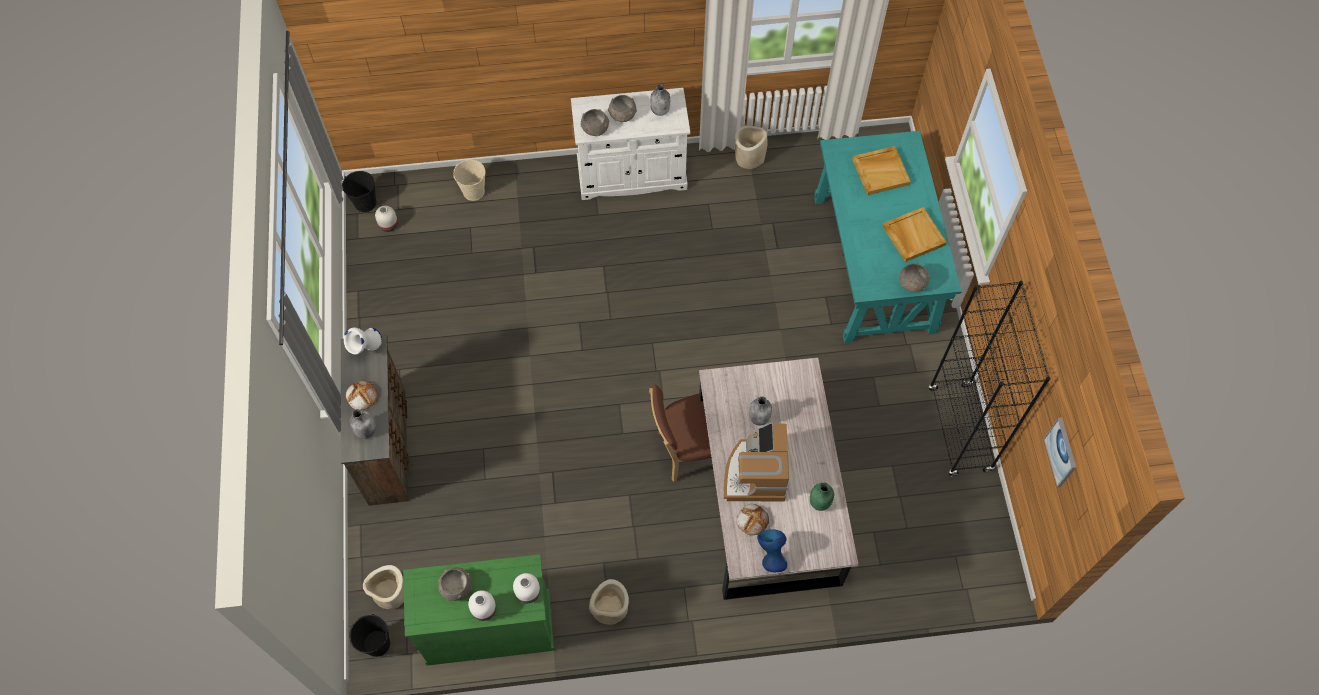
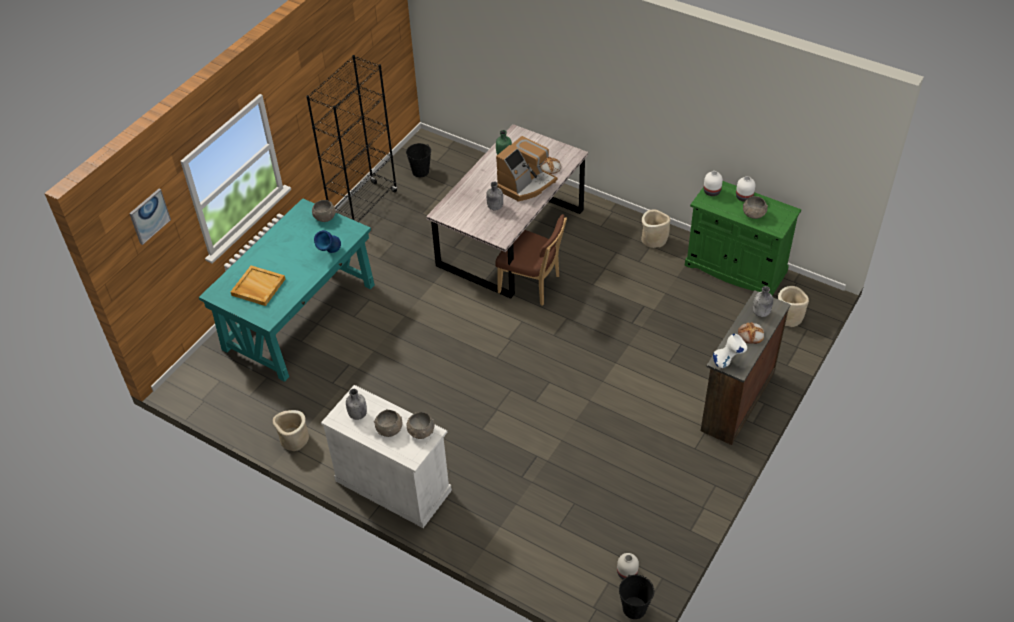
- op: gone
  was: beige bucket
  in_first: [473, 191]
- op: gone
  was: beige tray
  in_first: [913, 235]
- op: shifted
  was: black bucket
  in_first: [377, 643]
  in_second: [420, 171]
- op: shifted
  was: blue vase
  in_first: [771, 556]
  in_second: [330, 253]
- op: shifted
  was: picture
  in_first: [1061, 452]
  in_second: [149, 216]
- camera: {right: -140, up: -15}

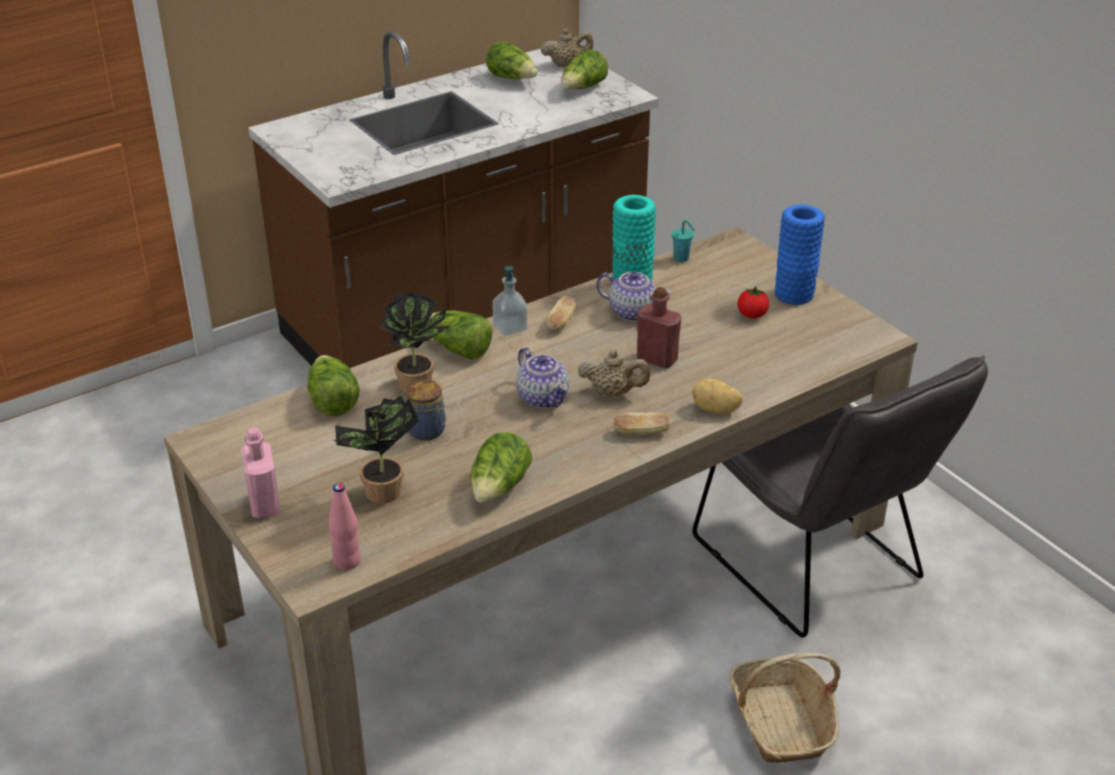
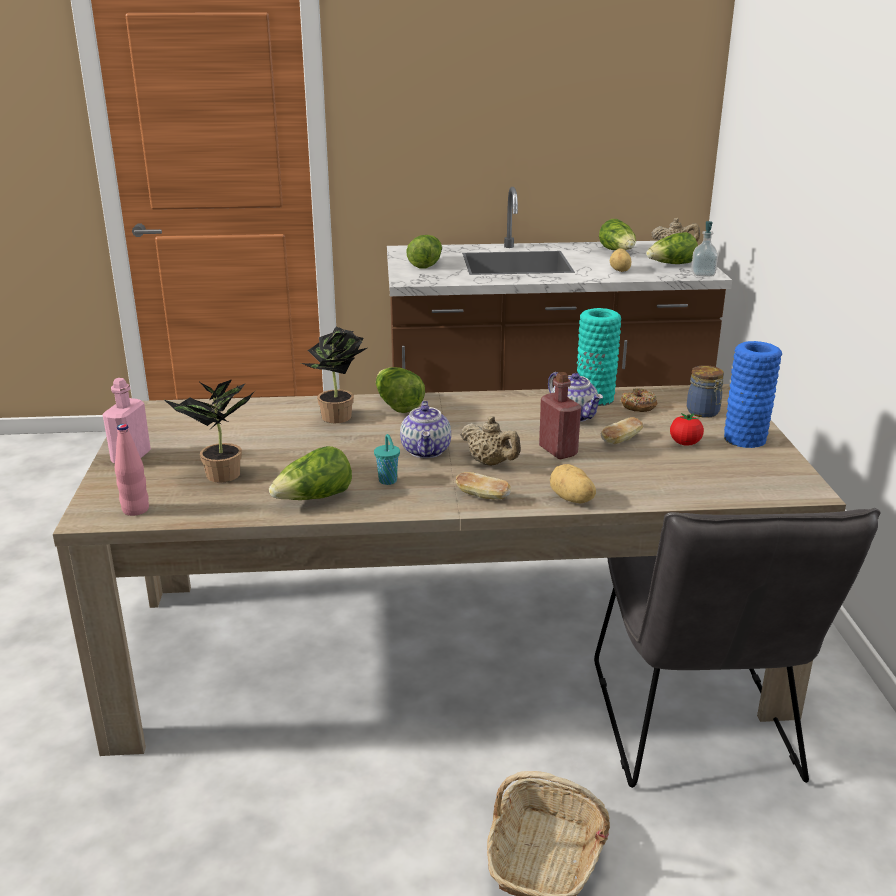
- op: new
  now: potato
  in_second: [620, 270]
- op: new
  now: donut
  in_second: [638, 406]
- op: shifted
  was: lettuce
  in_first: [332, 401]
  in_second: [425, 264]
- op: shifted
  was: jar
  in_first: [428, 431]
  in_second: [704, 412]
- op: shifted
  was: soap dispenser
  in_first: [510, 328]
  in_second: [703, 274]
- op: shifted
  was: bread
  in_first: [561, 322]
  in_second: [621, 440]
- op: shifted
  was: turquoise cup
  in_first: [682, 259]
  in_second: [388, 481]
- camera: {right: 30, up: -10}

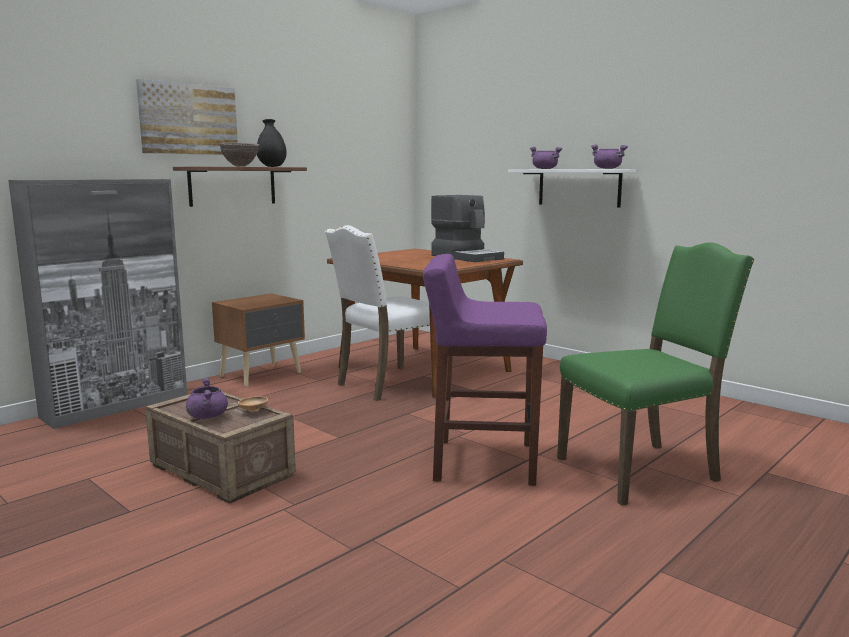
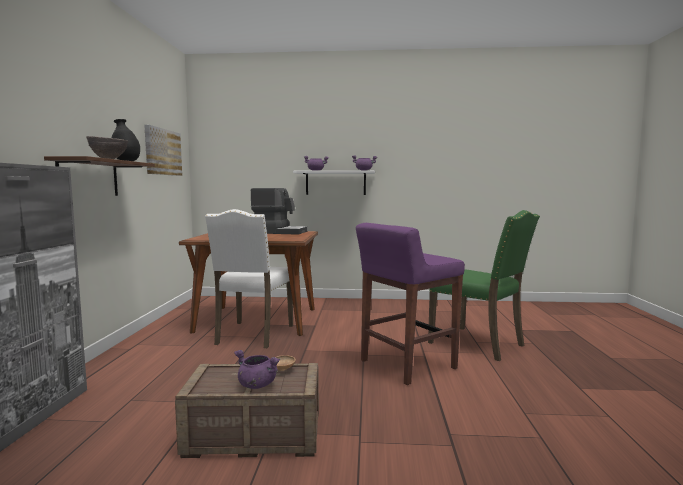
- op: gone
  was: brown nightstand
  in_first: [262, 375]
- op: shifted
  was: picture
  in_first: [188, 119]
  in_second: [162, 152]
- op: rotated
  was: green chair
  in_first: [641, 470]
  in_second: [479, 344]
  clockwise: 105
- camera: {right: -40, up: -5}

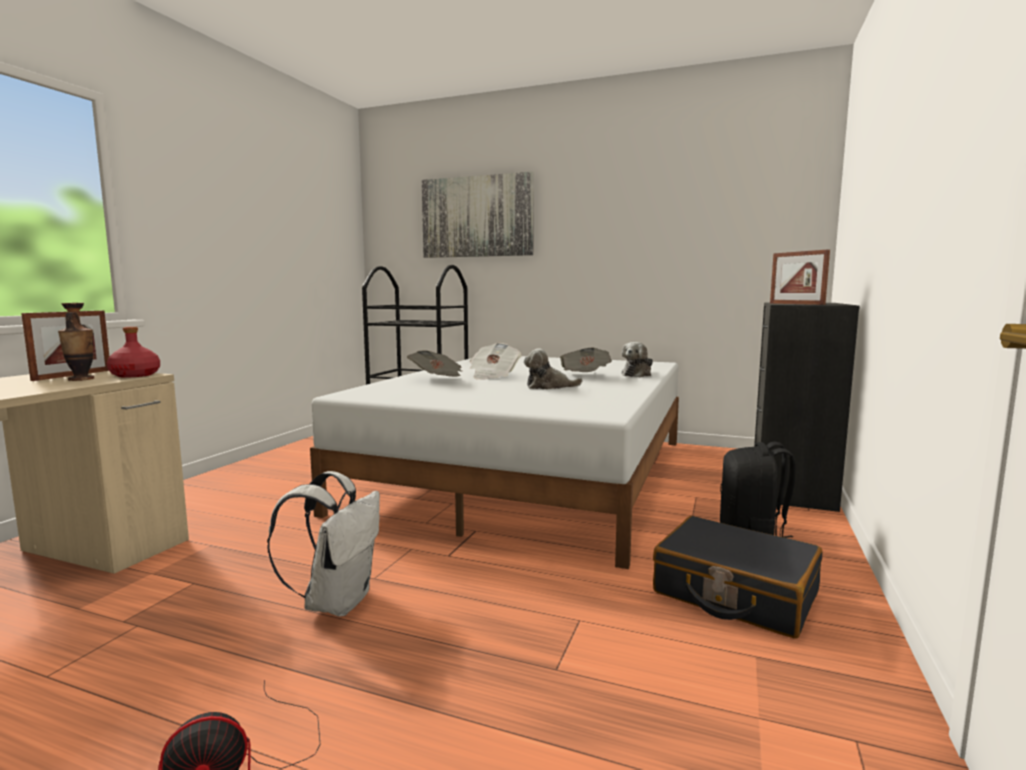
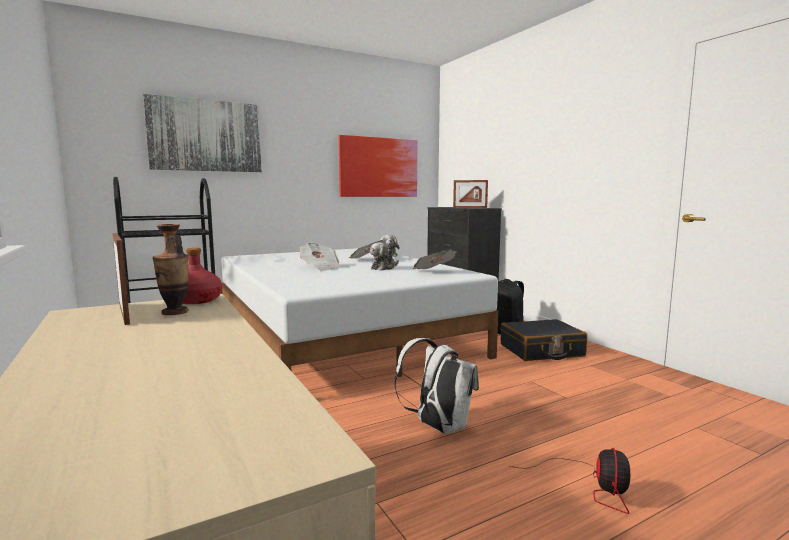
- op: new
  now: picture
  in_second: [378, 167]
- op: shifted
  was: newspaper
  in_first: [437, 380]
  in_second: [434, 272]
- camera: {right: -50, up: 0}

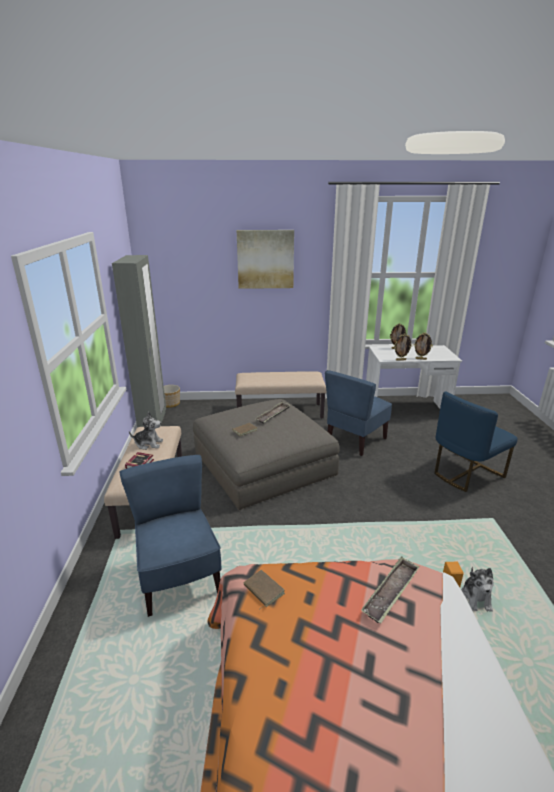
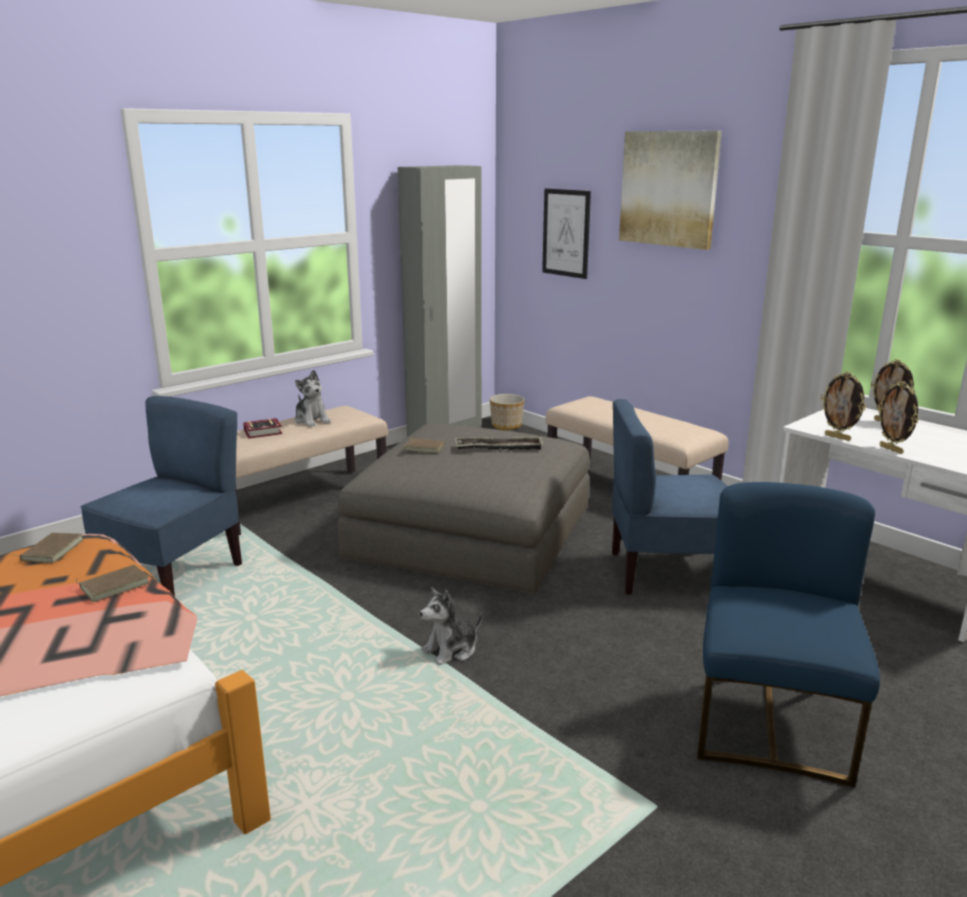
- op: gone
  was: tray
  in_first: [391, 592]
- op: new
  now: brown book
  in_second: [114, 585]
- op: new
  now: picture
  in_second: [566, 233]
- op: shifted
  was: plush toy
  in_first: [476, 598]
  in_second: [451, 650]
- op: rotated
  was: blue chair
  in_first: [465, 473]
  in_second: [771, 724]
  clockwise: 90
- camera: {right: 50, up: -5}

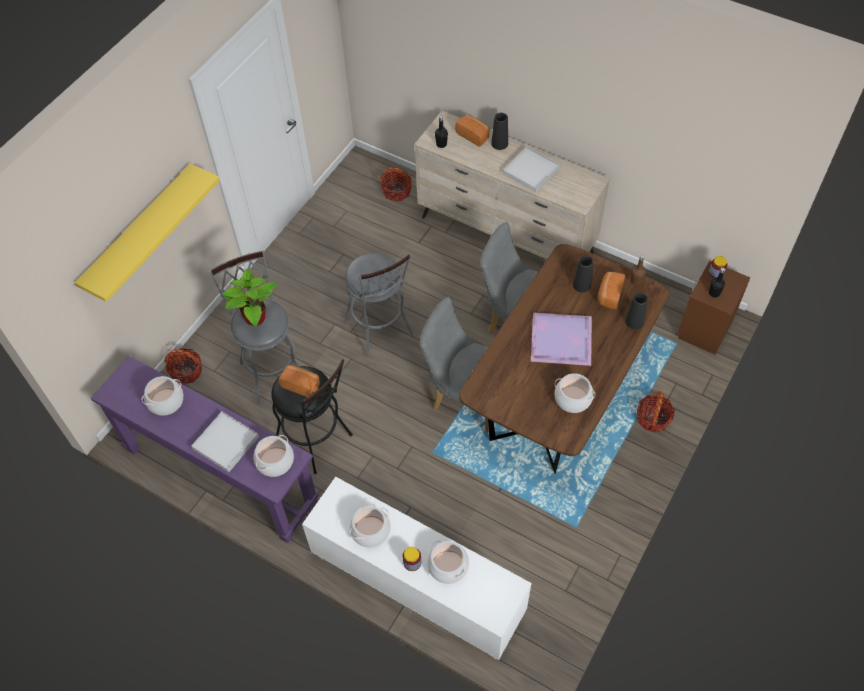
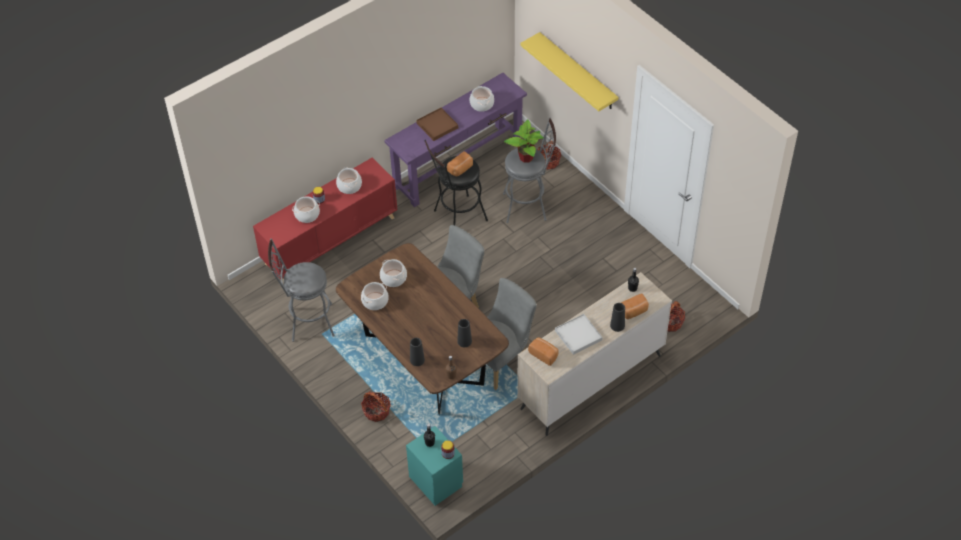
- op: gone
  was: purple tray
  in_first: [560, 341]
- op: shifted
  was: cooking pot
  in_first: [275, 462]
  in_second: [393, 278]
- op: shifted
  was: grey stool
  in_first: [381, 332]
  in_second: [307, 322]
- op: shifted
  was: bread
  in_first: [609, 295]
  in_second: [544, 354]
- op: repainted
  was: white tray
  now: brown tray
  in_first: [226, 443]
  in_second: [437, 125]
- op: repainted
  was: white cabinet
  now: red cabinet
  in_first: [417, 586]
  in_second: [330, 240]
- op: repainted
  was: brown nightstand
  now: turquoise nightstand
  in_first: [705, 328]
  in_second: [436, 481]
- camera: {right: 110, up: -5}

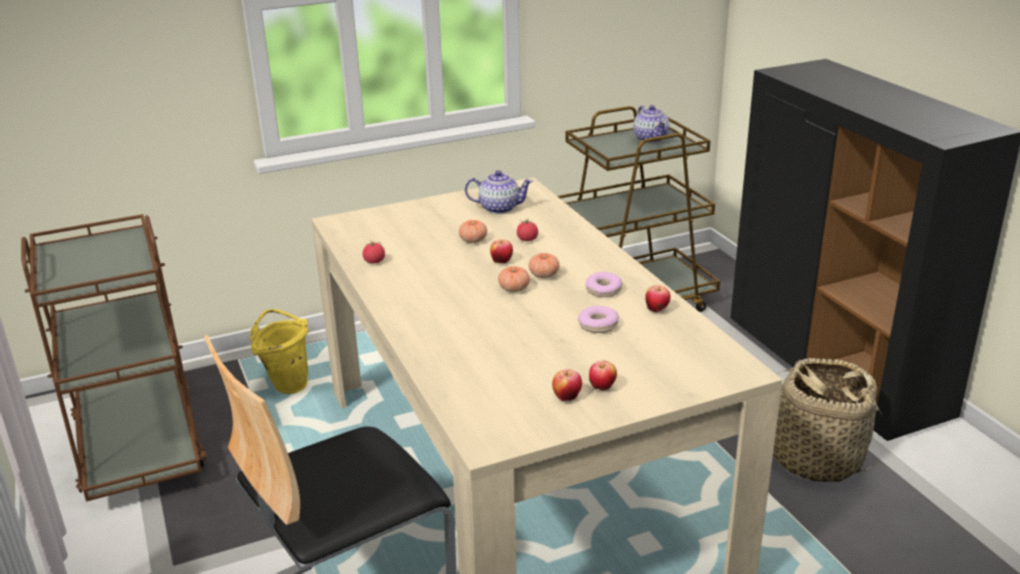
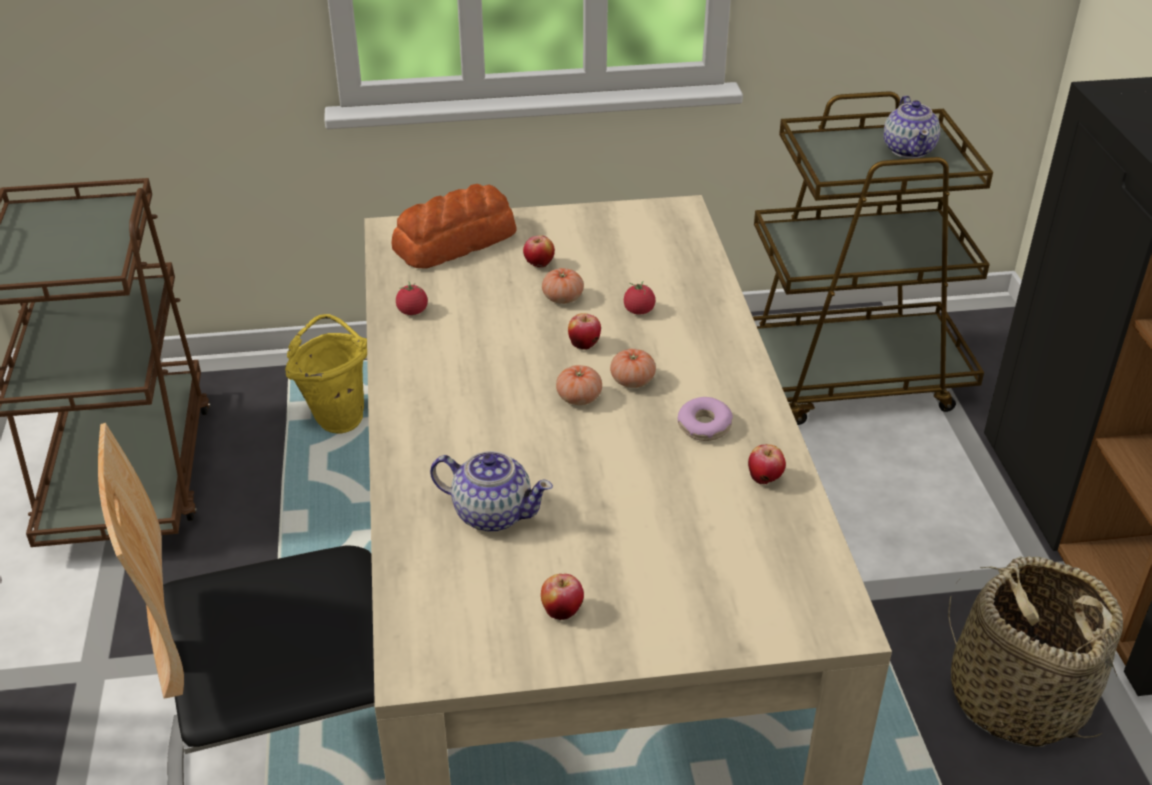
- op: gone
  was: donut
  in_first: [598, 325]
- op: new
  now: bread
  in_second: [456, 241]
- op: shifted
  was: teapot
  in_first: [499, 208]
  in_second: [492, 513]
- op: shifted
  was: apple
  in_first: [602, 388]
  in_second: [539, 265]
- camera: {right: 15, up: 10}

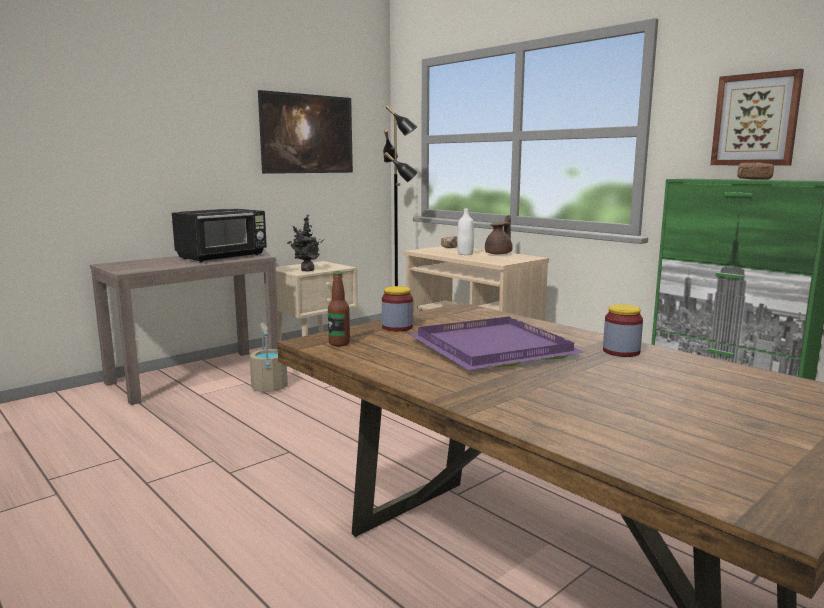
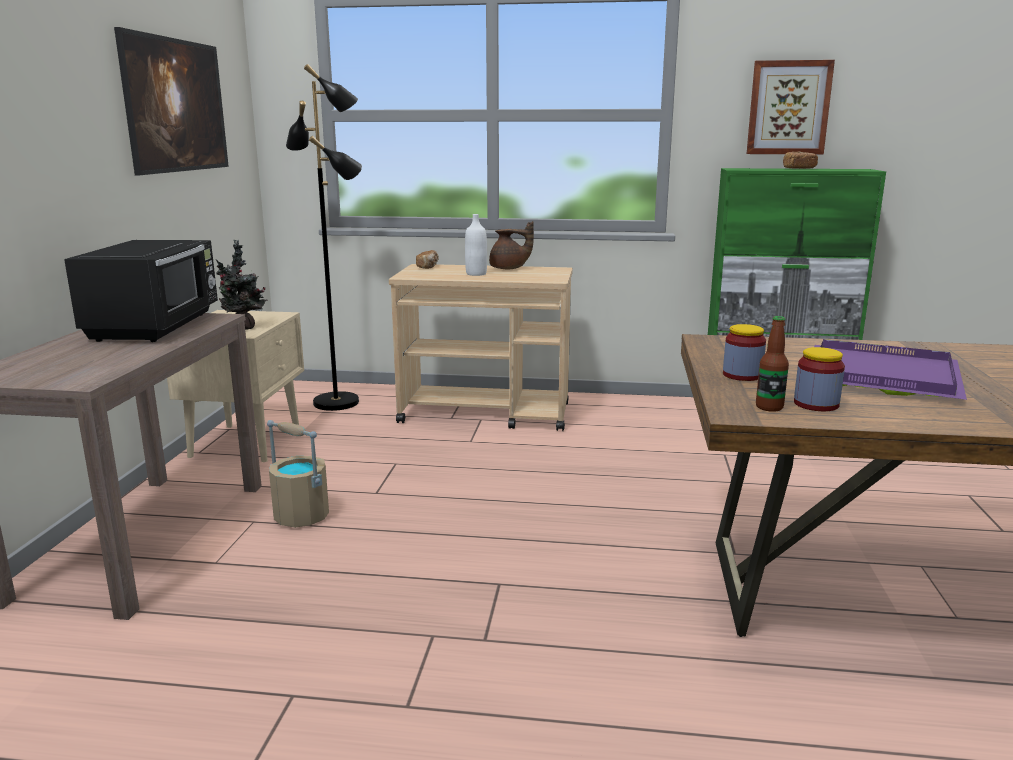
- op: shifted
  was: jar
  in_first: [621, 351]
  in_second: [816, 404]
- op: rotated
  was: brown teapot
  in_first: [499, 253]
  in_second: [509, 268]
  clockwise: 105
- camera: {right: -40, up: 5}

